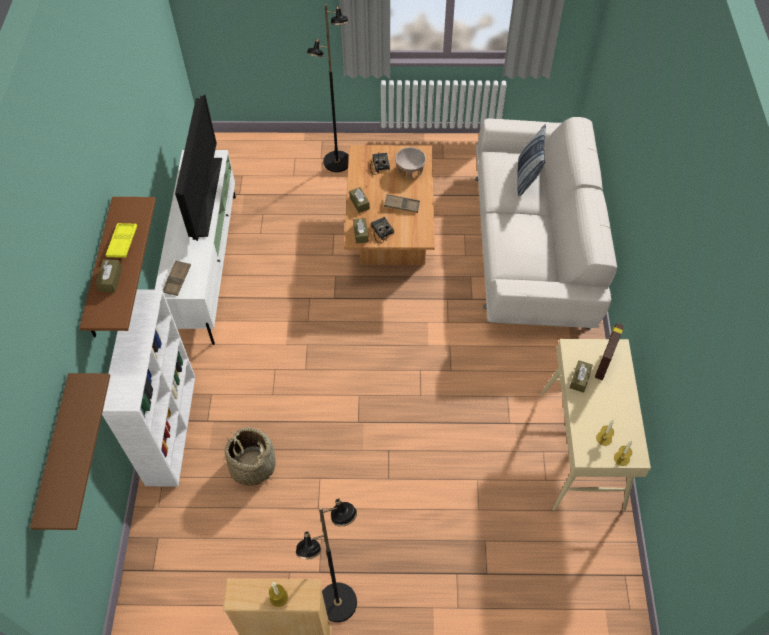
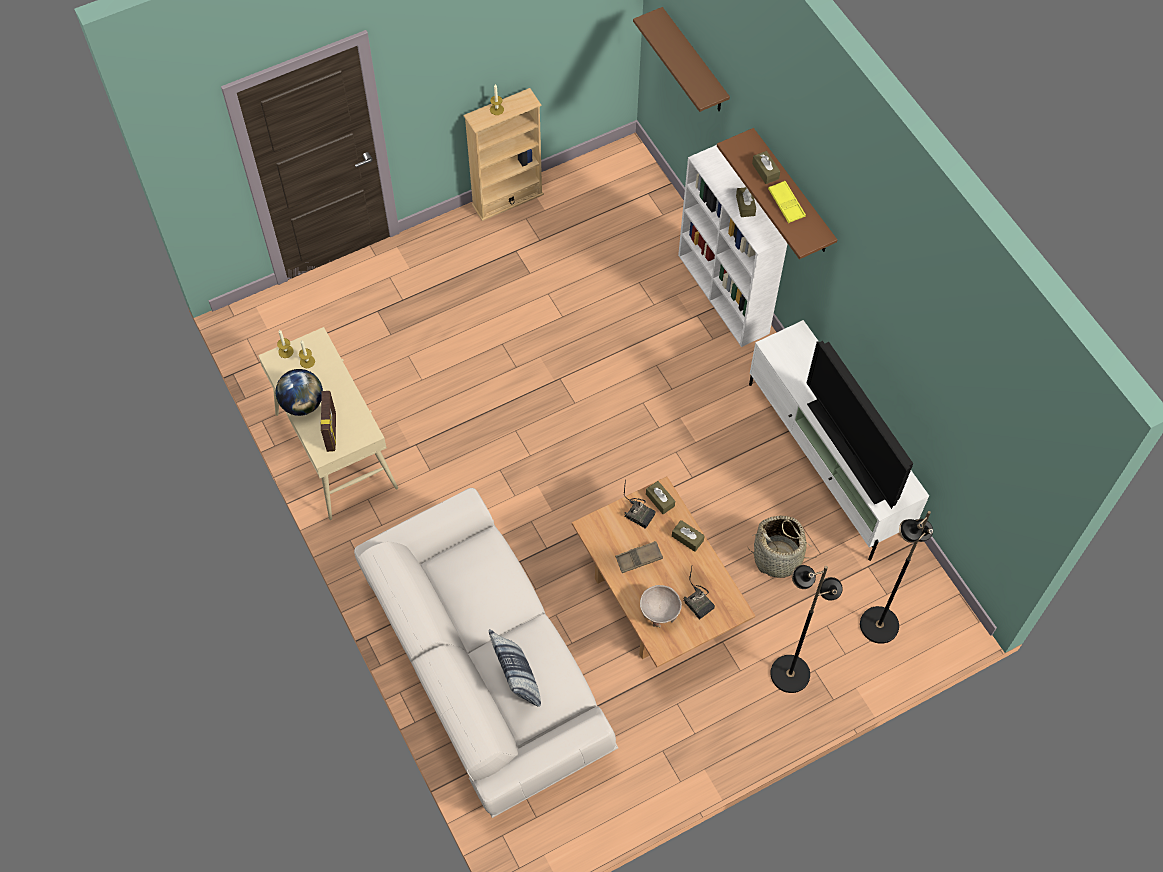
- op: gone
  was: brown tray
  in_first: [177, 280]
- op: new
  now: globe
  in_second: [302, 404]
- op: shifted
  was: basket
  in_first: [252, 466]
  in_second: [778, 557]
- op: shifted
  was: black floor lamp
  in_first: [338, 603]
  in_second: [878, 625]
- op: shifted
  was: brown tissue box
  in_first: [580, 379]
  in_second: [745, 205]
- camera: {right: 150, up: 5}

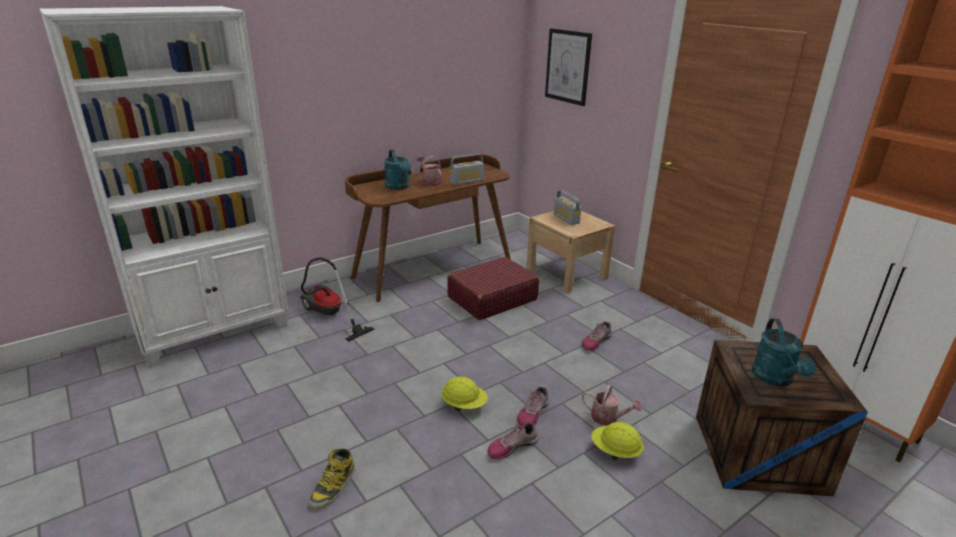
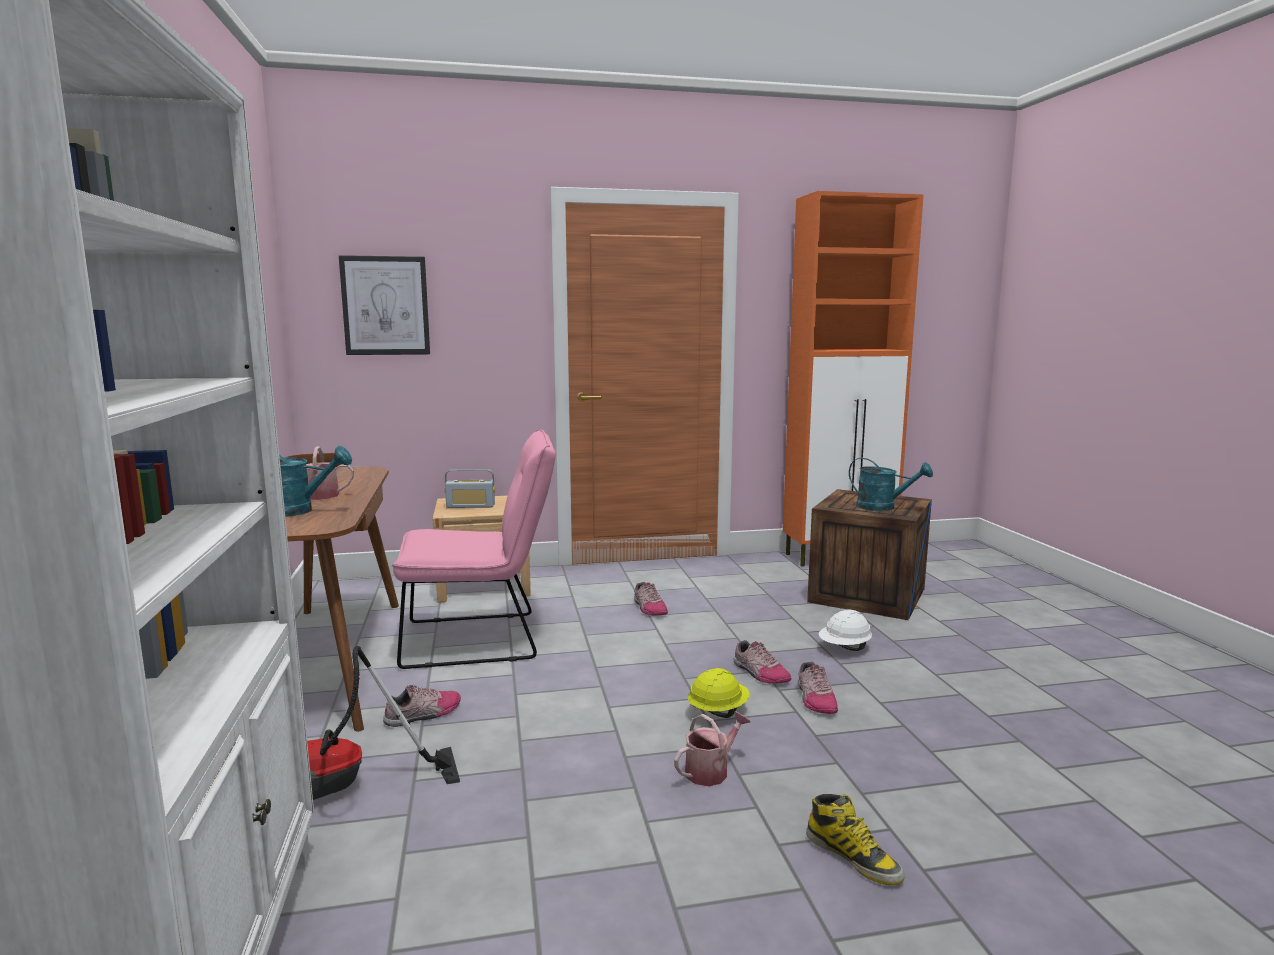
- op: gone
  was: radio
  in_first: [466, 181]
- op: new
  now: shoe
  in_second: [424, 714]
- op: shifted
  was: watering can
  in_first: [608, 418]
  in_second: [711, 770]
- op: swapped
  was: red suitcase
  now: pink chair
  in_first: [492, 298]
  in_second: [482, 639]
- op: repainted
  was: yellow hard hat
  now: white hard hat
  in_first: [615, 452]
  in_second: [844, 648]
- camera: {right: -65, up: -15}

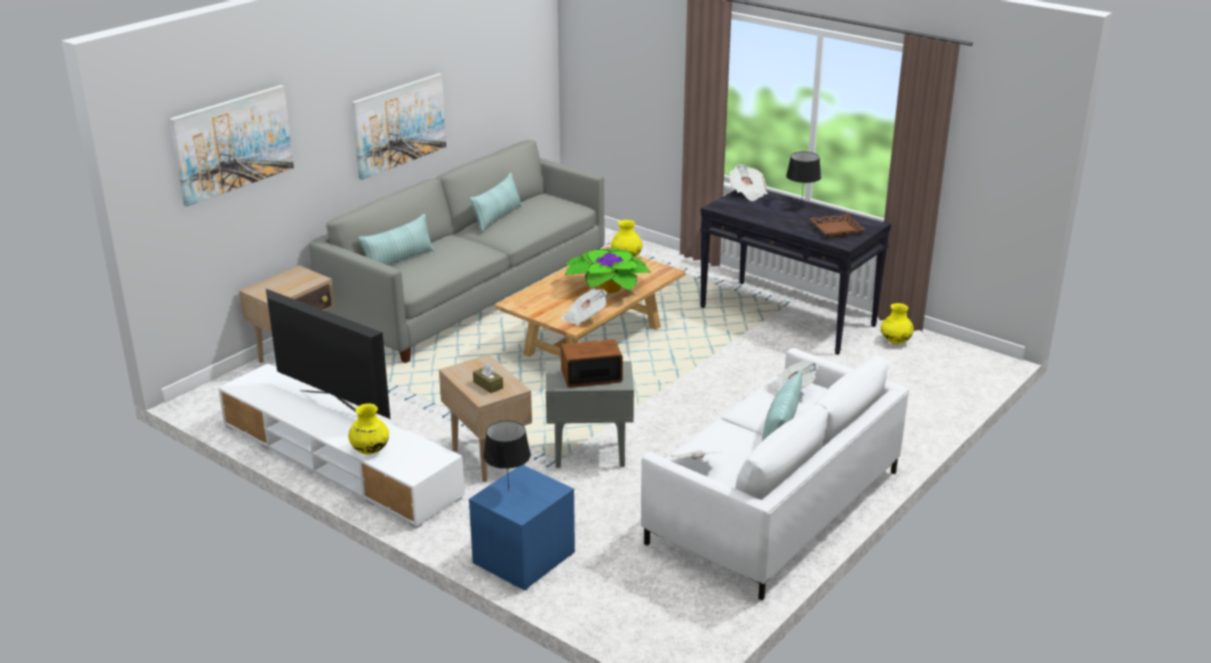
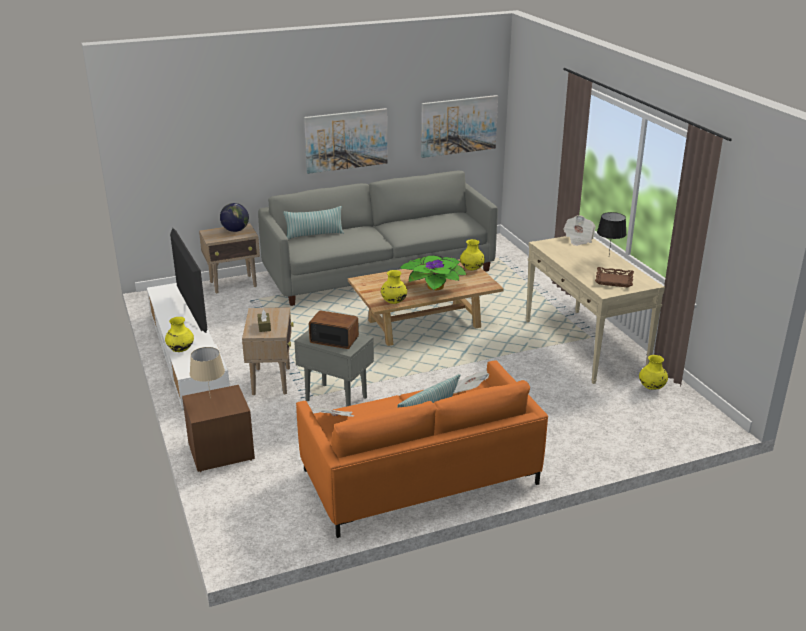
- op: gone
  was: pillow
  in_first: [497, 218]
- op: new
  now: globe
  in_second: [235, 230]
- op: shifted
  was: picture
  in_first: [233, 143]
  in_second: [458, 126]
- op: swapped
  was: newspaper
  now: yellow vase
  in_first: [584, 318]
  in_second: [393, 302]
- op: repainted
  was: blue nightstand
  now: brown nightstand
  in_first: [523, 559]
  in_second: [221, 452]
- op: repainted
  was: black table lamp
  now: beige table lamp
  in_first: [508, 490]
  in_second: [210, 398]
- op: repainted
  was: white sofa
  now: orange sofa
  in_first: [773, 506]
  in_second: [419, 476]
- op: repainted
  was: black console table
  now: beige console table
  in_first: [787, 316]
  in_second: [585, 345]
- camera: {right: 30, up: 0}

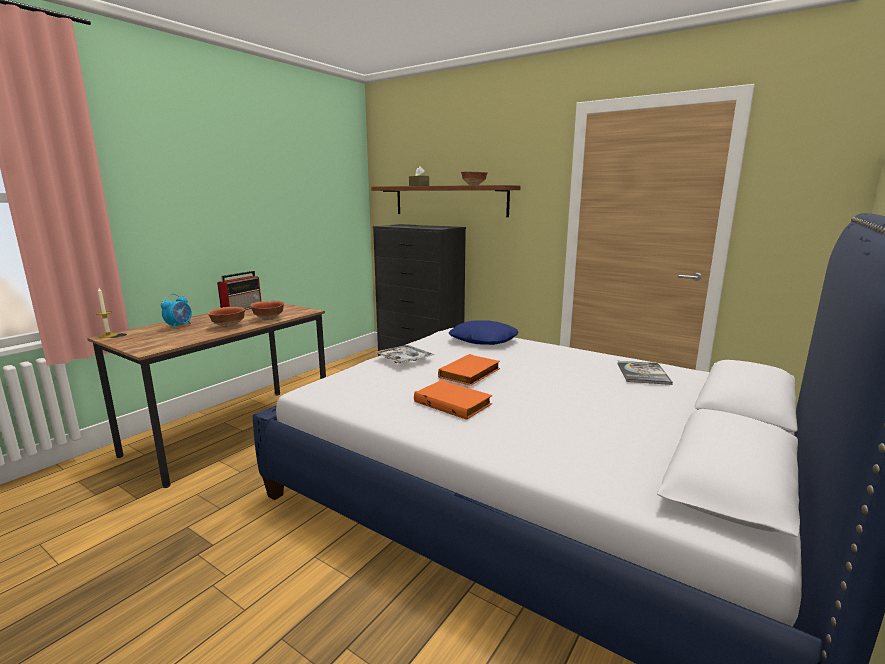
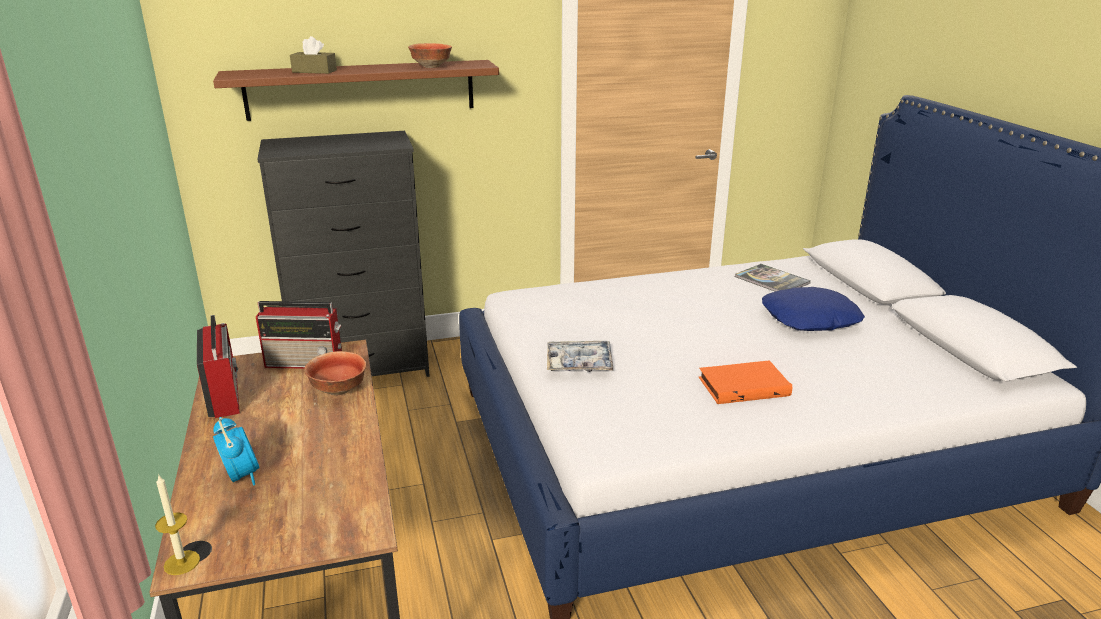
- op: gone
  was: bowl
  in_first: [228, 326]
- op: gone
  was: orange book
  in_first: [470, 373]
- op: new
  now: radio
  in_second: [306, 362]
- op: shifted
  was: blue pillow
  in_first: [483, 340]
  in_second: [810, 319]
- camera: {right: -50, up: 10}

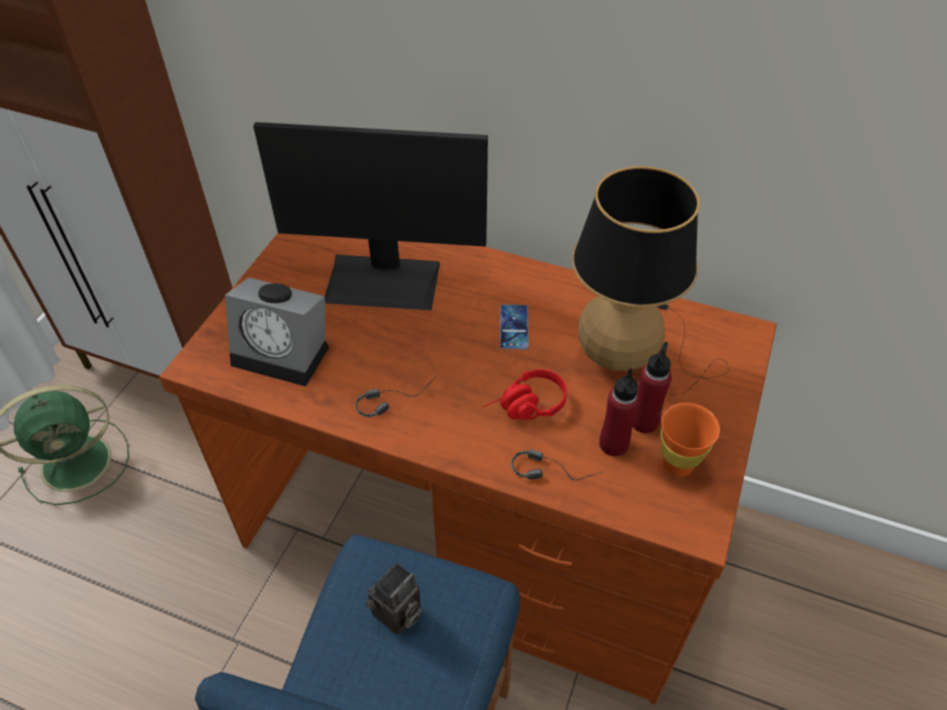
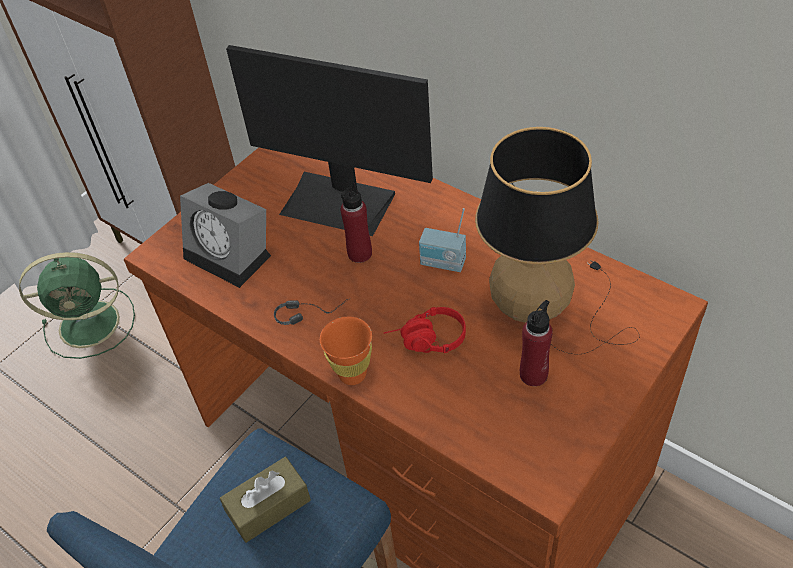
- op: gone
  was: headphones
  in_first: [555, 470]
- op: shifted
  was: red bottle
  in_first: [613, 444]
  in_second: [359, 253]
- op: shifted
  was: orange cup
  in_first: [677, 464]
  in_second: [352, 374]
- op: swapped
  was: photo camera
  now: brown tissue box
  in_first: [397, 616]
  in_second: [268, 506]
- op: swapped
  was: phone
  now: radio
  in_first: [514, 327]
  in_second: [443, 264]
- camera: {right: 20, up: 0}

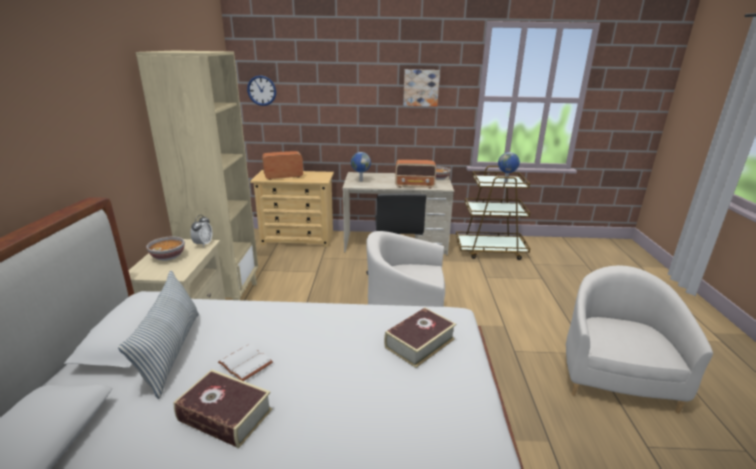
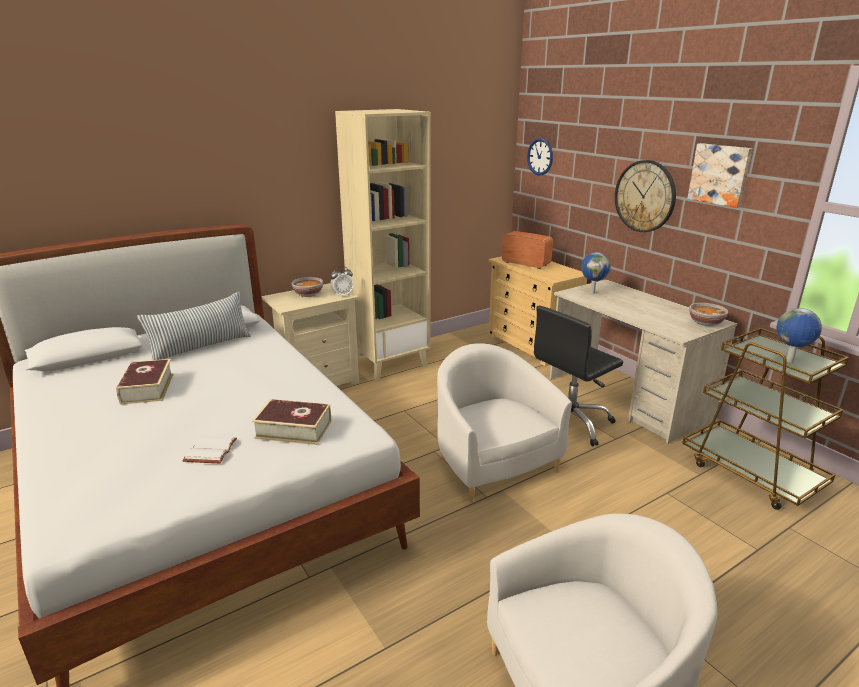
- op: gone
  was: radio
  in_first: [415, 186]
- op: new
  now: wall clock
  in_second: [645, 196]
- op: shifted
  was: white book
  in_first: [244, 364]
  in_second: [209, 450]
- camera: {right: 55, up: 0}

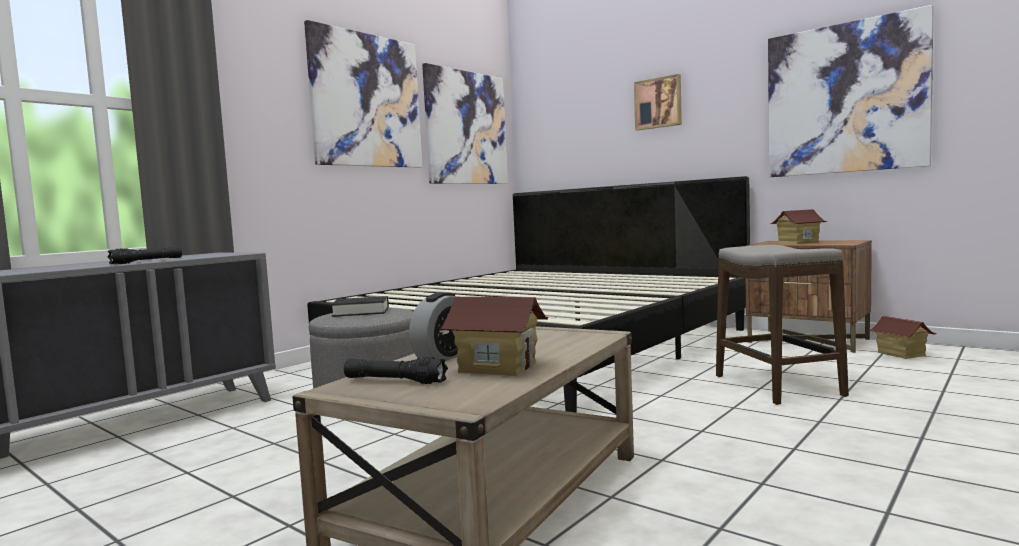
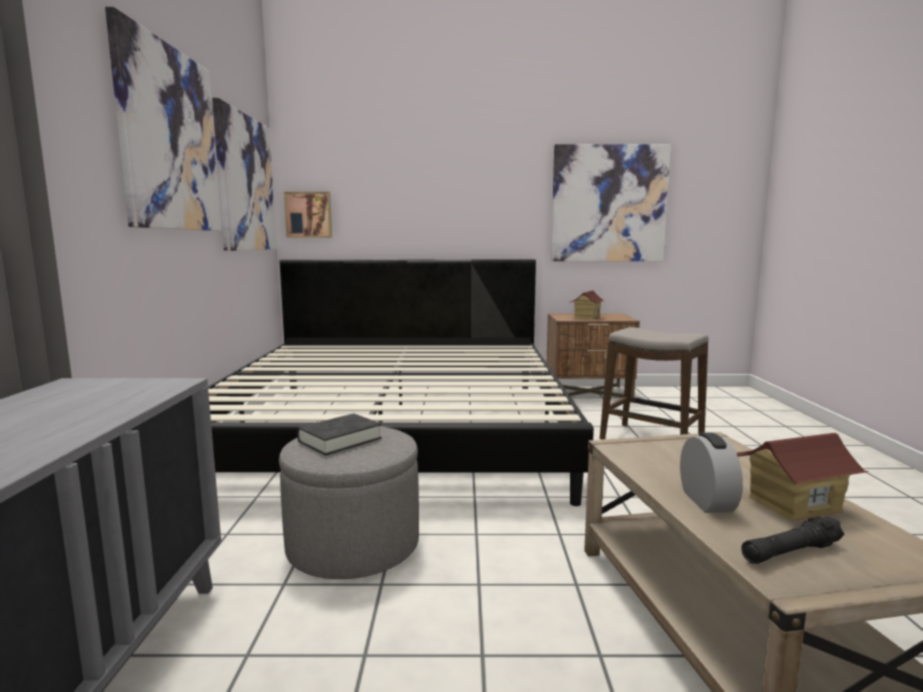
- op: gone
  was: black flashlight
  in_first: [147, 261]
- op: gone
  was: toy house
  in_first: [901, 354]
- op: shifted
  was: picture
  in_first: [658, 103]
  in_second: [309, 215]
- camera: {right: -40, up: 5}

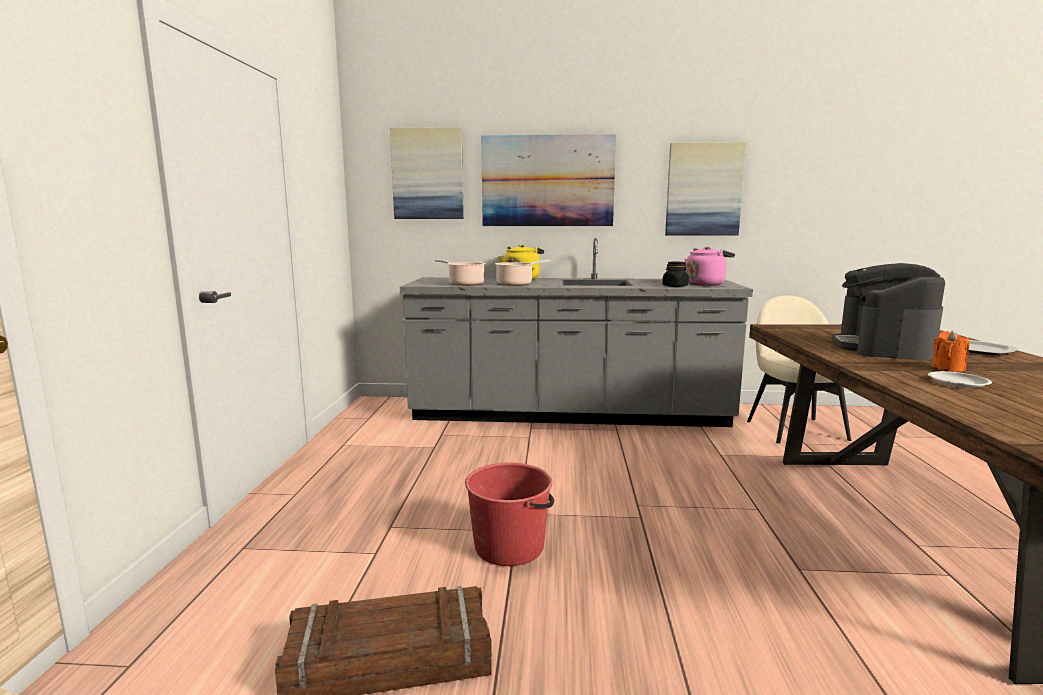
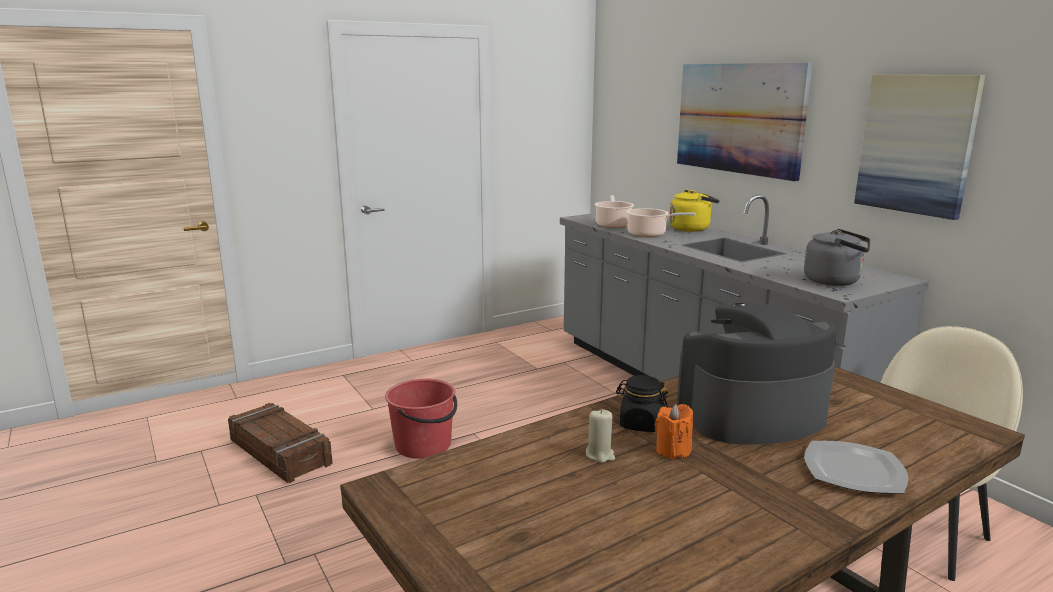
- op: gone
  was: picture
  in_first: [428, 174]
- op: shifted
  was: black jar
  in_first: [675, 286]
  in_second: [640, 424]
- op: swapped
  was: white plate
  now: beige candle
  in_first: [958, 383]
  in_second: [600, 455]
- op: repainted
  was: pink kettle
  now: grey kettle
  in_first: [706, 284]
  in_second: [835, 281]
- camera: {right: 55, up: 5}

